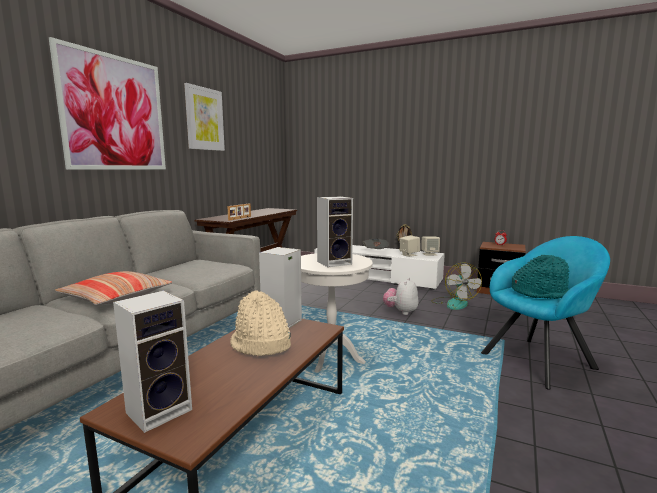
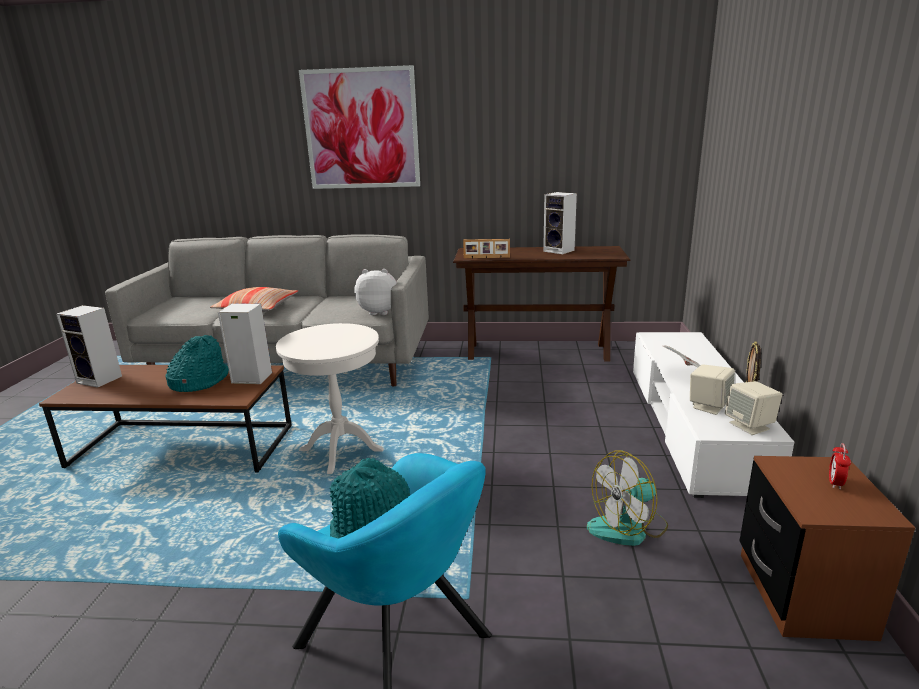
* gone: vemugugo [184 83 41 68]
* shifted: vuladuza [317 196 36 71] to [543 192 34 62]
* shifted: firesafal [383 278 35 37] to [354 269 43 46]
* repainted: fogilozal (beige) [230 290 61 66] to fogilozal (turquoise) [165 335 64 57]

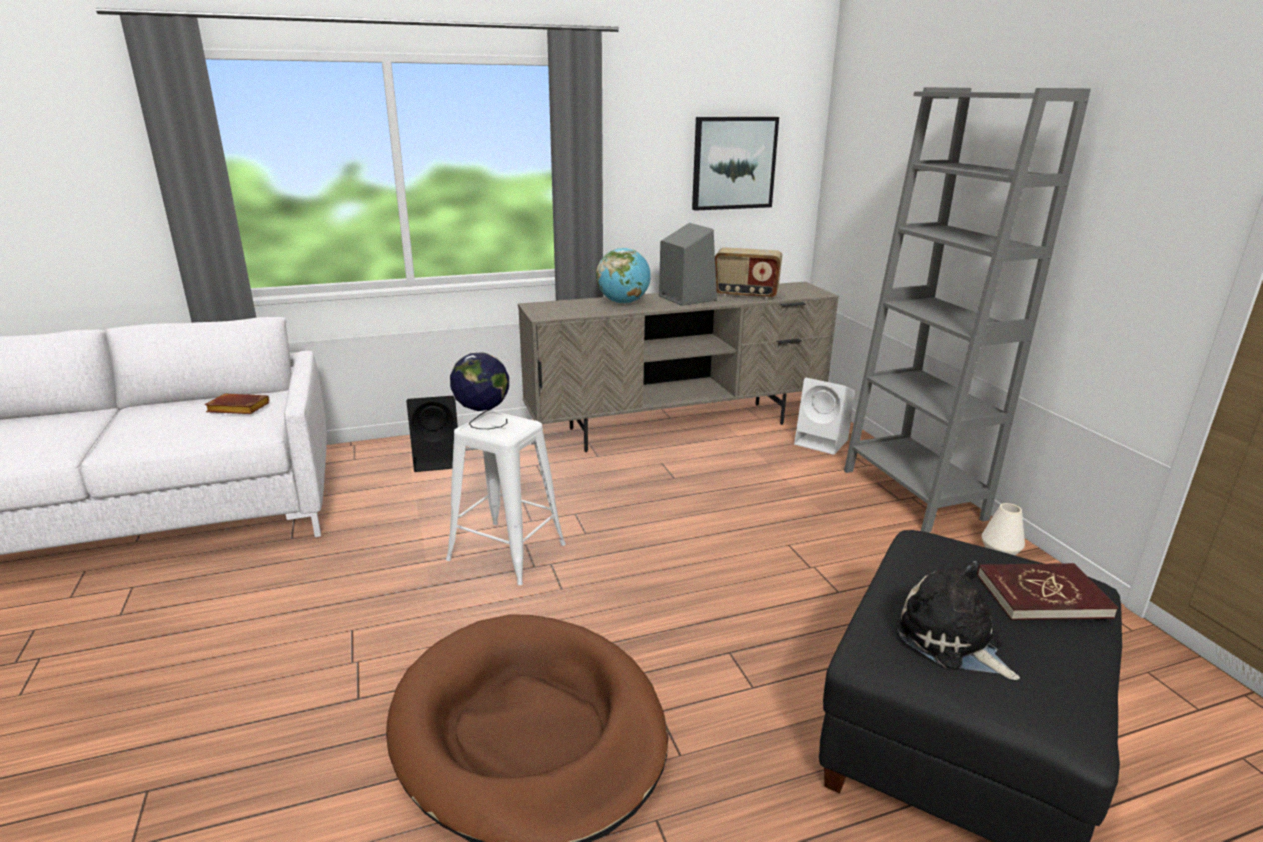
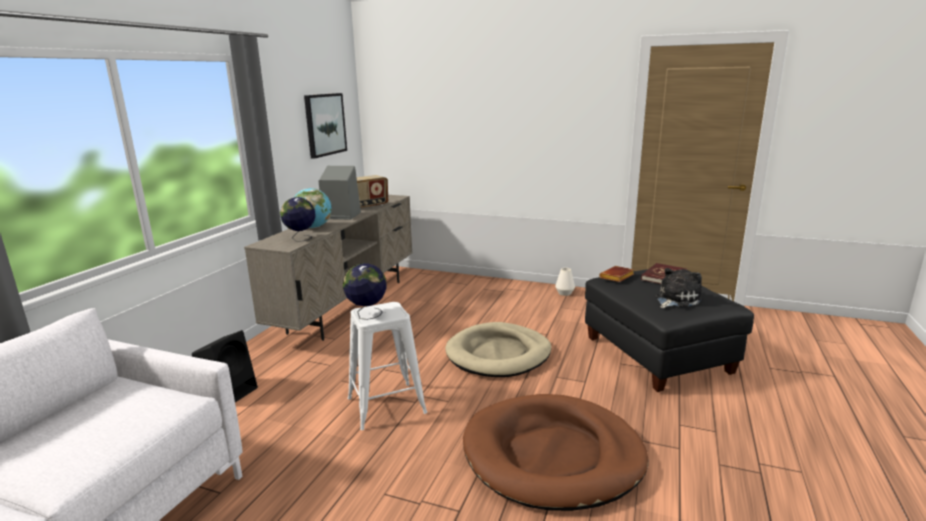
* gone: vuladuza (white) [794 378 61 77]
* gone: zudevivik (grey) [844 87 247 445]
* new: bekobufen [280 197 36 45]
* new: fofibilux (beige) [445 322 107 55]
* shifted: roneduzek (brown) [205 394 65 20] to [599 266 36 16]
* rotated: firesafal [895 560 125 120] = [655 268 47 40] 135 degrees clockwise

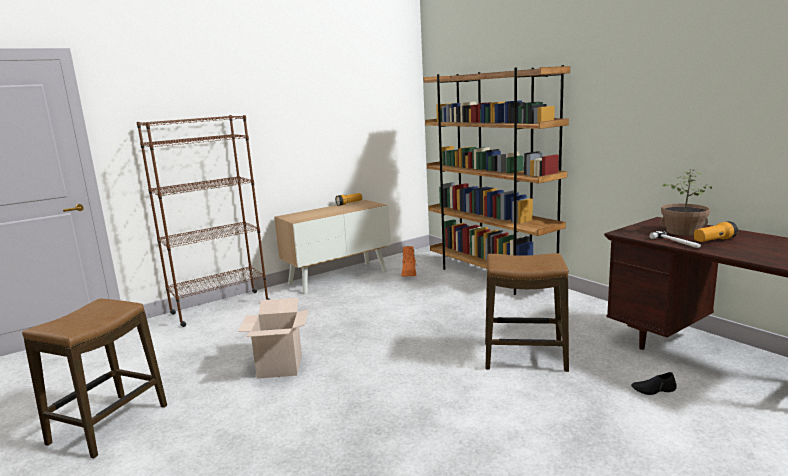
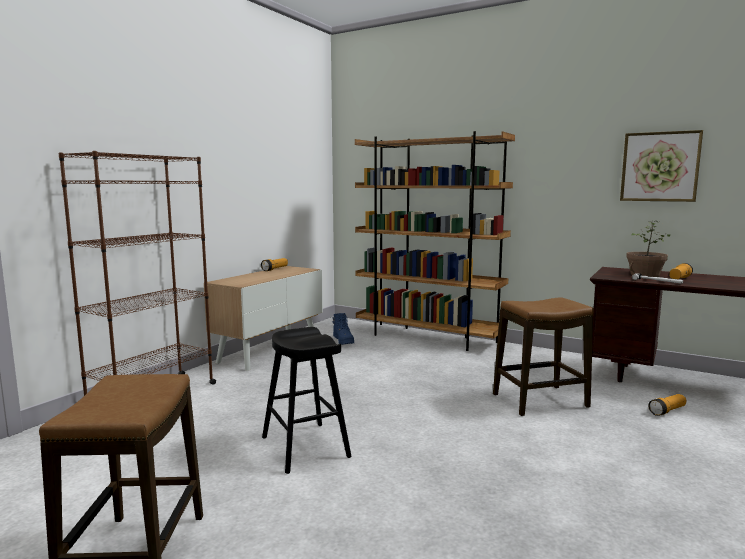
* new: vemugugo [620 130 83 72]
* swapped: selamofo [238 298 71 81] to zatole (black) [262 327 90 147]
* swapped: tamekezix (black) [631 372 46 23] to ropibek [648 394 38 22]
* repainted: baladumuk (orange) [402 246 15 31] to baladumuk (blue) [333 313 21 32]

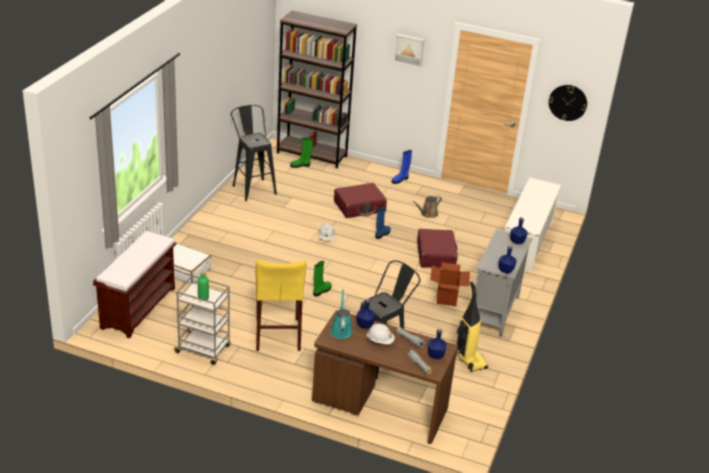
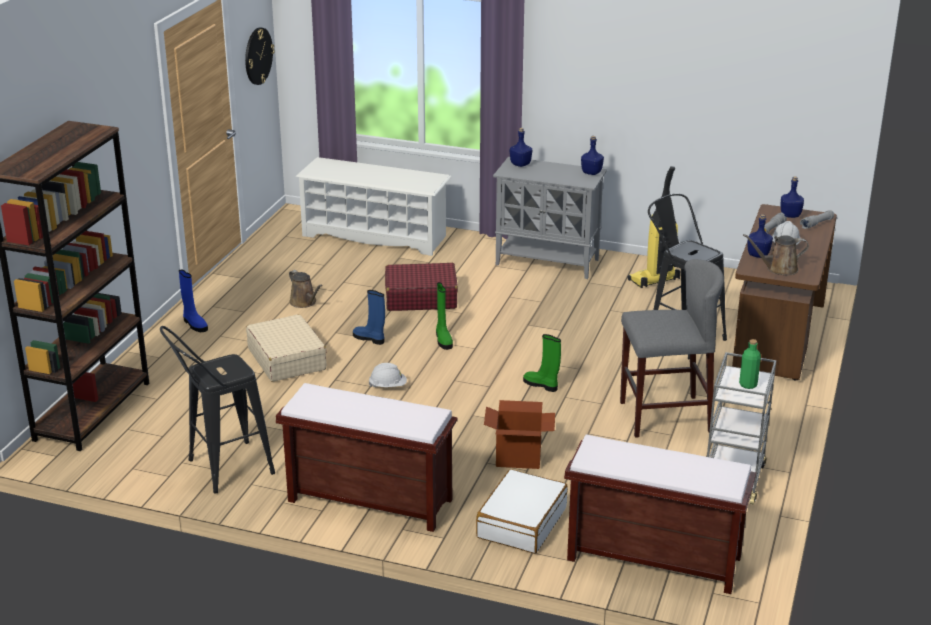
* gone: vemugugo [394 34 31 33]
* new: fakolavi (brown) [276 383 181 149]
* shifted: baladumuk (green) [290 138 23 30] to [436 282 17 68]
* shifted: selamofo [430 263 40 43] to [484 400 71 69]
* repainted: zatole (yellow) [255 260 52 91] to zatole (grey) [620 259 104 179]
* repainted: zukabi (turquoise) [330 290 23 49] to zukabi (brown) [743 234 66 42]
* repainted: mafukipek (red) [334 183 53 35] to mafukipek (beige) [246 314 81 68]

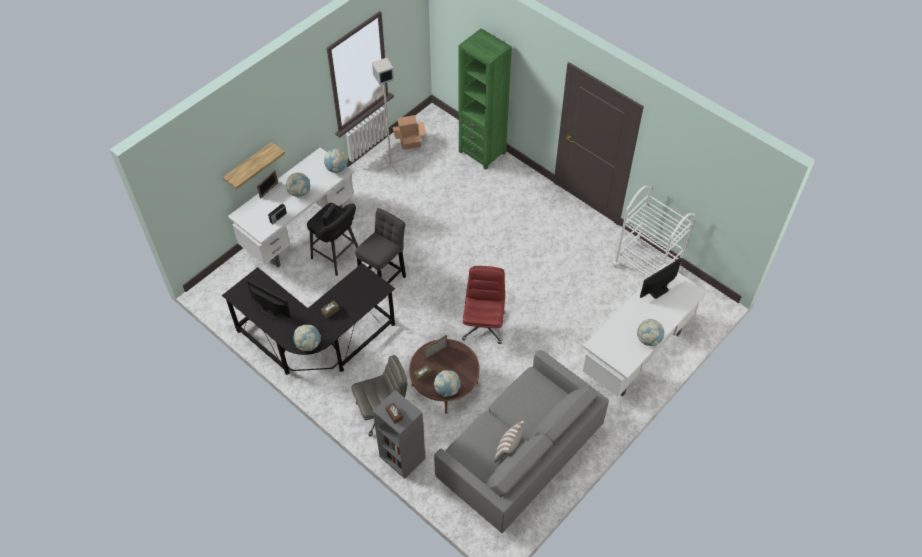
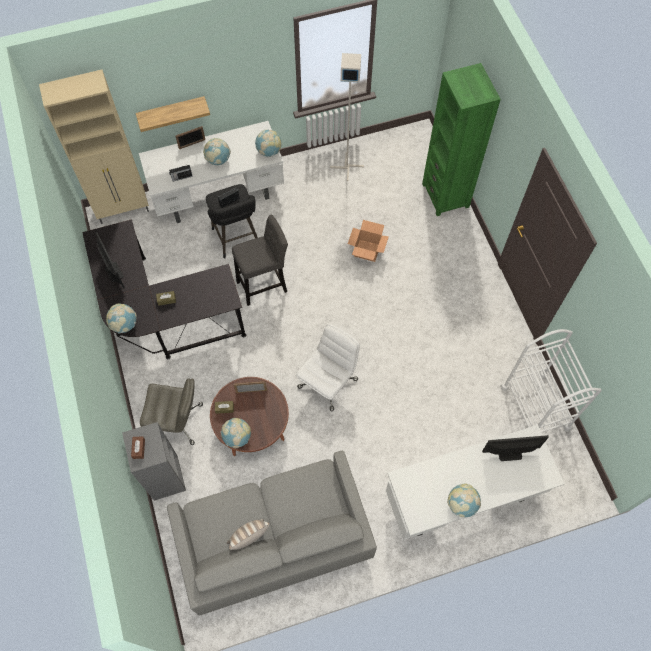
* new: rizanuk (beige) [39 69 110 155]
* shifted: selamofo [393 115 33 35] to [348 220 41 42]
* repainted: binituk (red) [462 266 43 78] to binituk (white) [296 324 64 87]

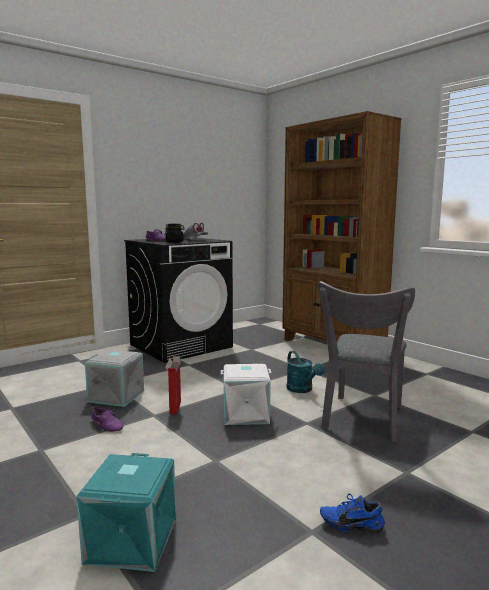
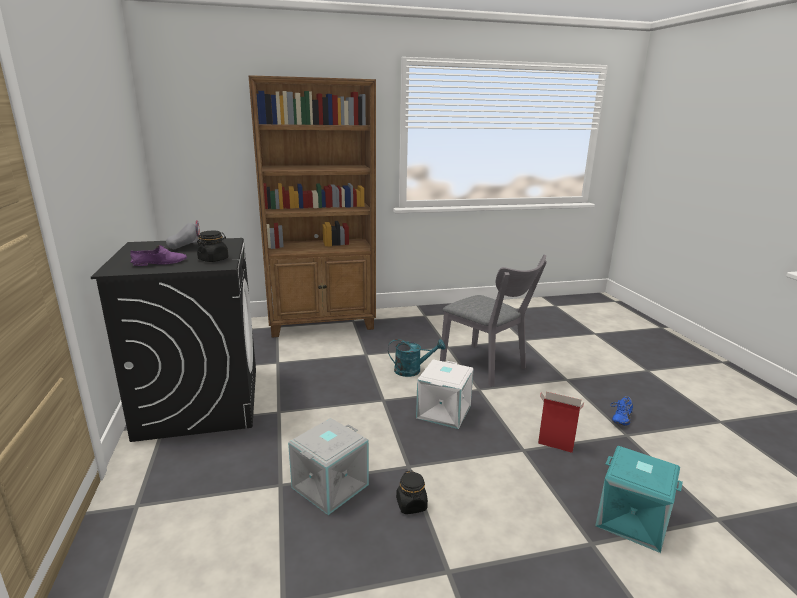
* shifted: selamofo [165 356 17 58] to [538 392 46 61]
* swapped: tamekezix (purple) [91 406 33 26] to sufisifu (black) [396 471 32 43]

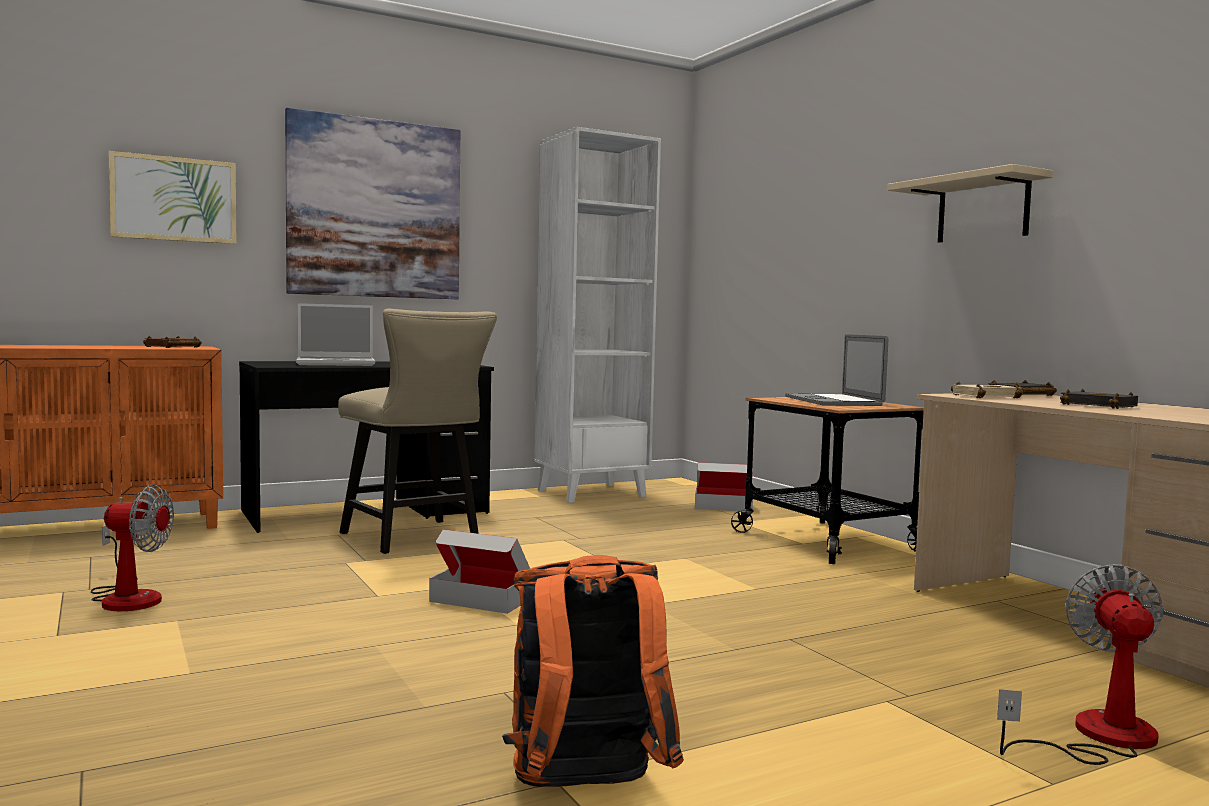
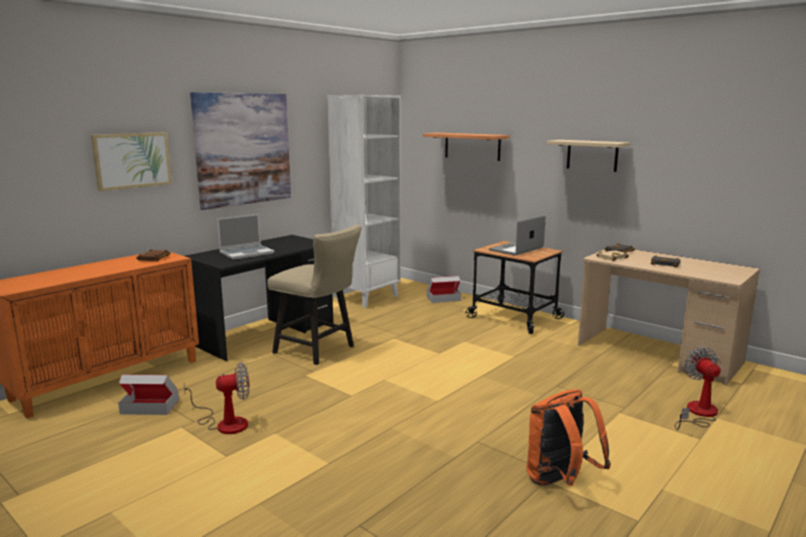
* new: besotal [423 133 86 28]
* shifted: selamofo [429 529 101 85] to [118 375 61 40]
* rotated: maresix [785 334 103 72] = [489 215 57 41] 75 degrees clockwise

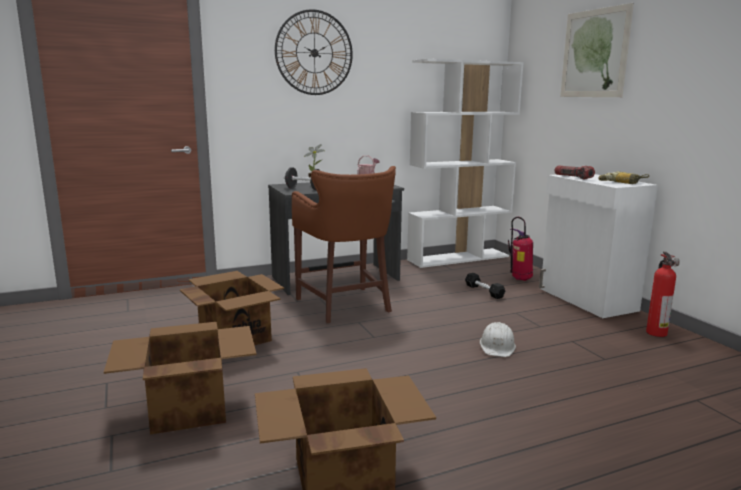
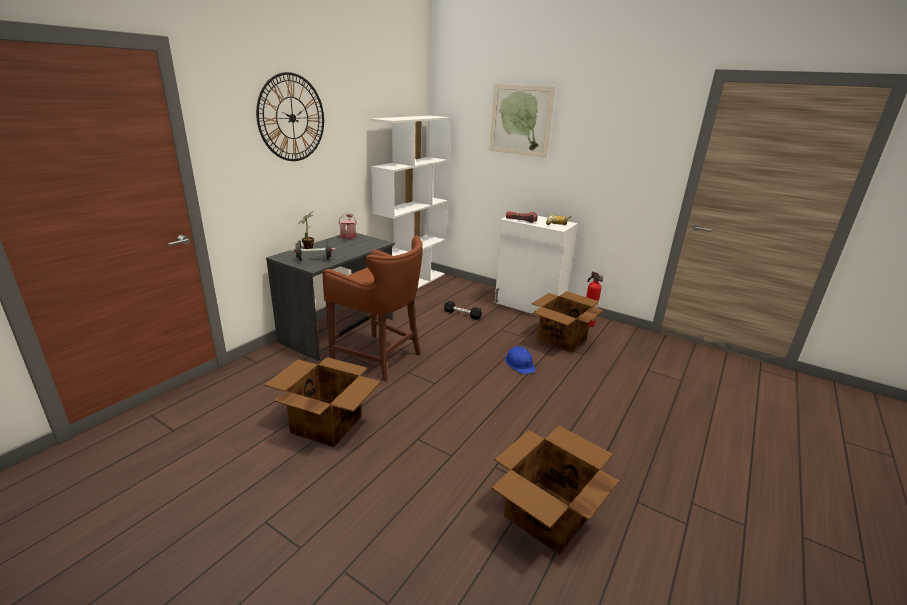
* gone: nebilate [508 217 25 64]
* shifted: selamofo [104 322 153 112] to [532 291 71 61]
* repainted: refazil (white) [480 322 36 35] to refazil (blue) [505 346 31 28]

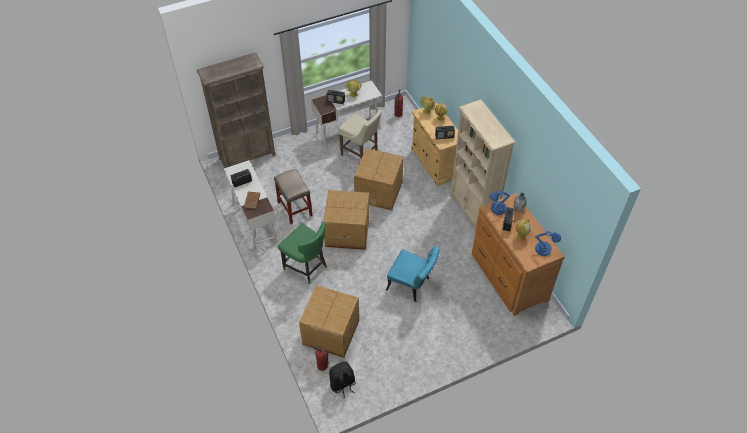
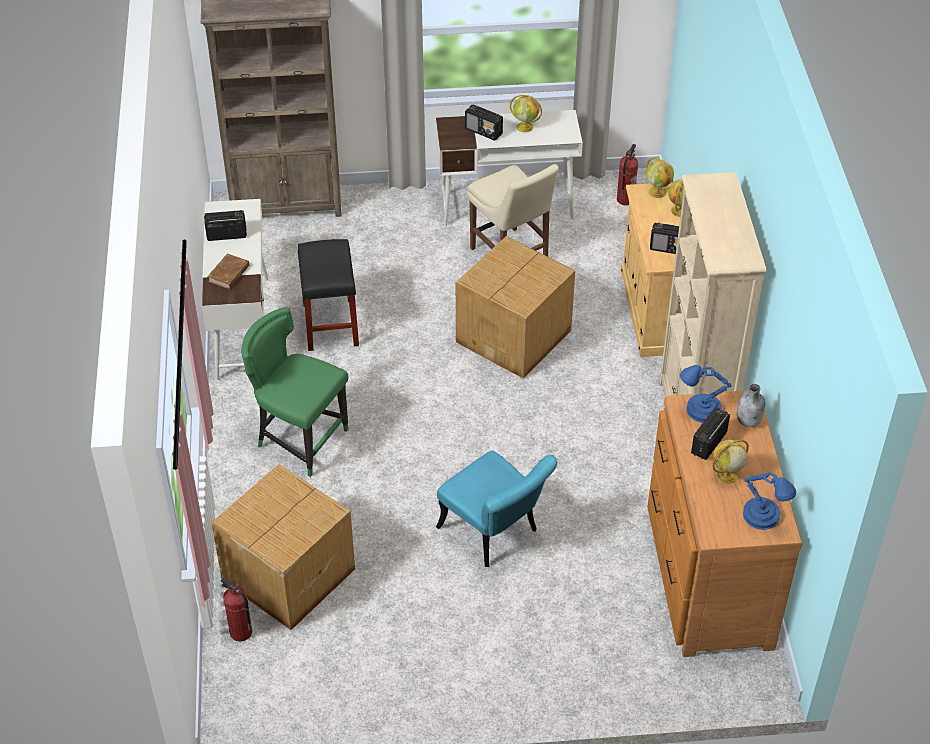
* gone: selamofo [323 190 46 60]
* gone: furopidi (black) [329 361 26 37]
* repainted: zatole (beige) [274 169 39 55] to zatole (black) [298 239 61 112]
* rotated: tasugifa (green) [278 221 49 63] = [241 307 108 170] 150 degrees clockwise

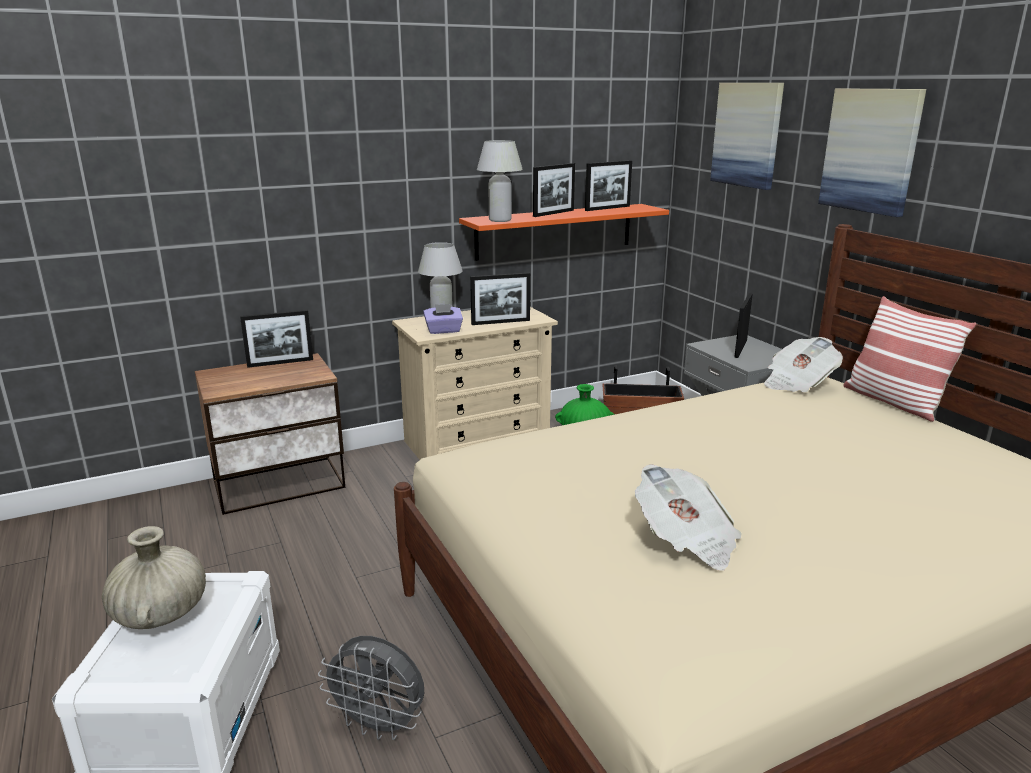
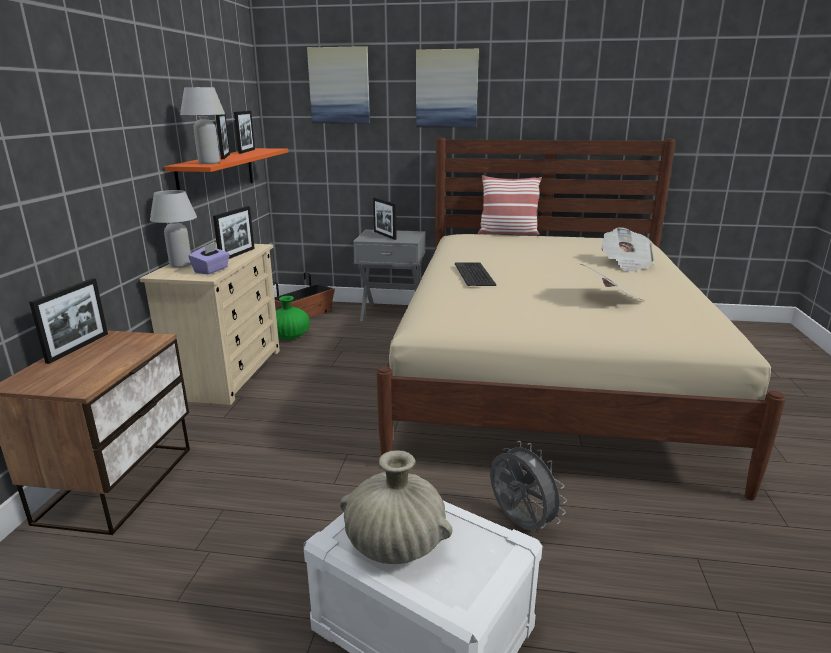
* new: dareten [455 262 41 24]
* shifted: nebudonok [764 337 79 56] to [601 228 53 44]
* rotated: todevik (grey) [318 636 106 104] = [490 441 77 89] 90 degrees counterclockwise

